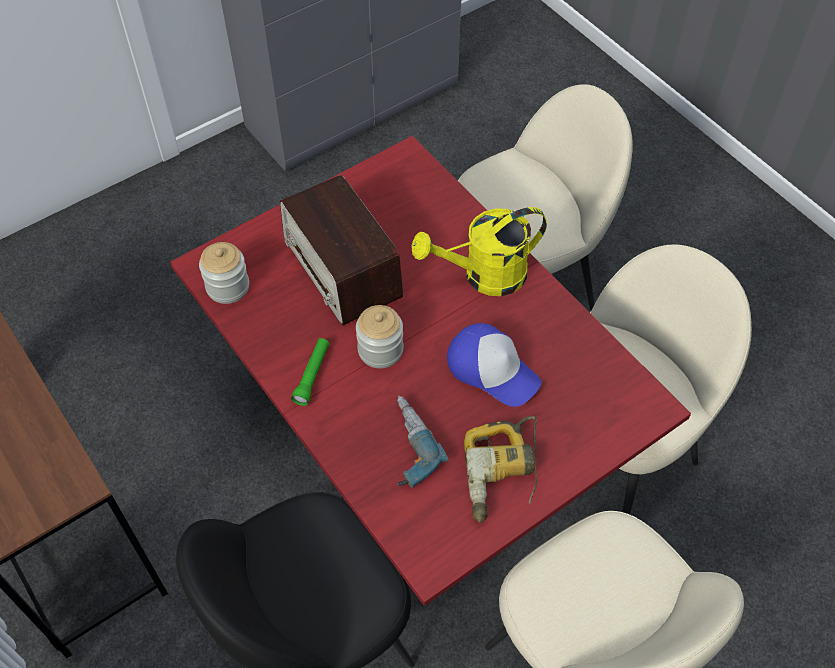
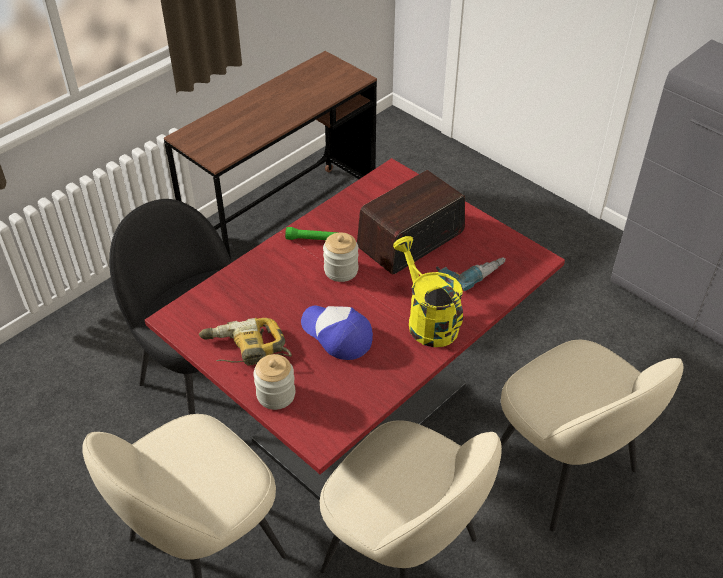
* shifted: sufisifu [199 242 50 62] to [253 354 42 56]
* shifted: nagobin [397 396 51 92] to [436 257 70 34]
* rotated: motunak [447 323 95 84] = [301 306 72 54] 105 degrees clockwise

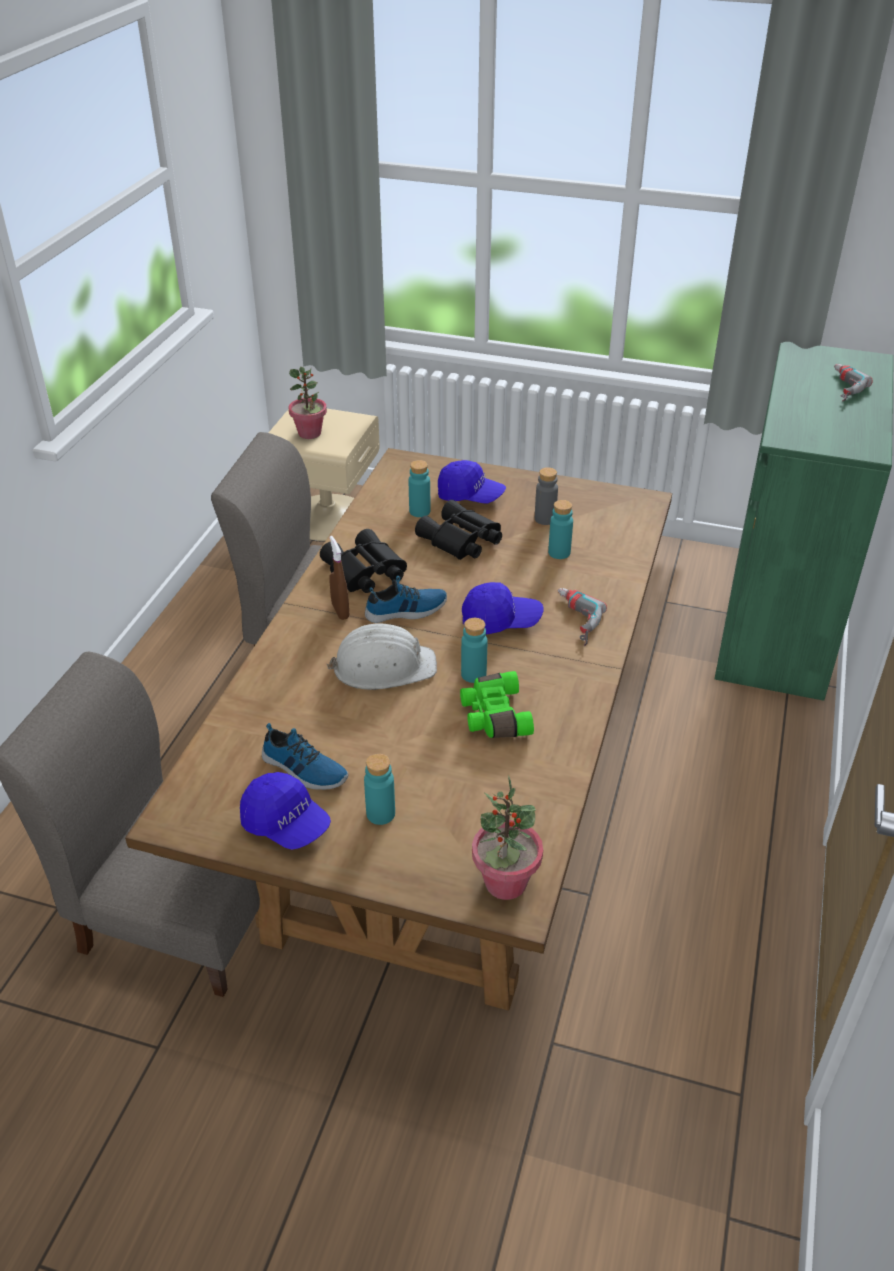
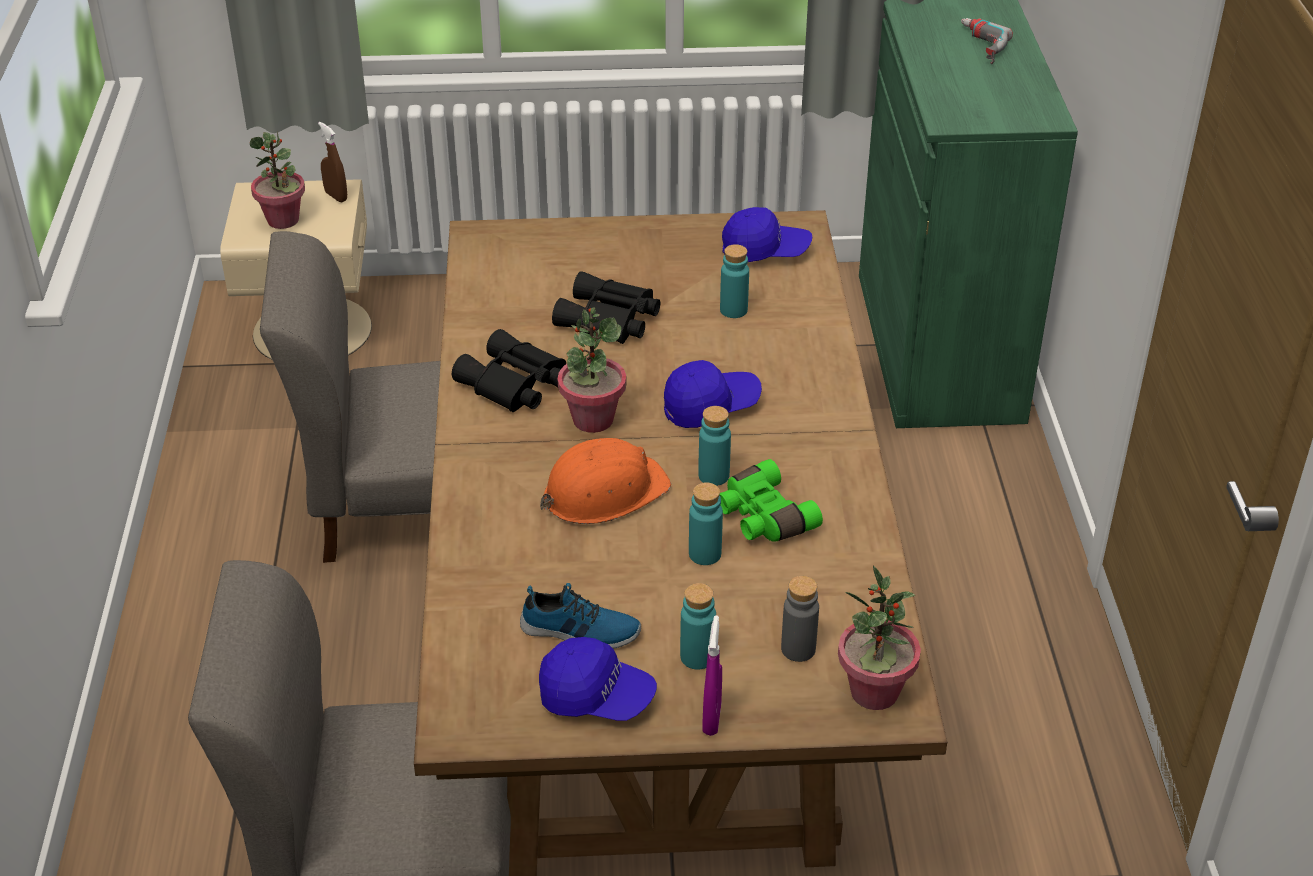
* gone: nagobin [558 588 49 58]
* new: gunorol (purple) [702 615 20 121]
* shifted: gunorol (brown) [329 536 20 84] to [318 122 29 80]
* shifted: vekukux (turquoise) [409 460 21 57] to [689 482 34 83]
* shifted: motunak (blue) [438 460 68 43] to [722 207 90 55]
* shifted: vekukux (grey) [535 467 23 58] to [781 576 38 86]
* swapped: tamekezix [365 576 82 47] to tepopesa [558 307 69 126]
* repainted: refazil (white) [326 623 111 67] to refazil (orange) [540 438 131 86]

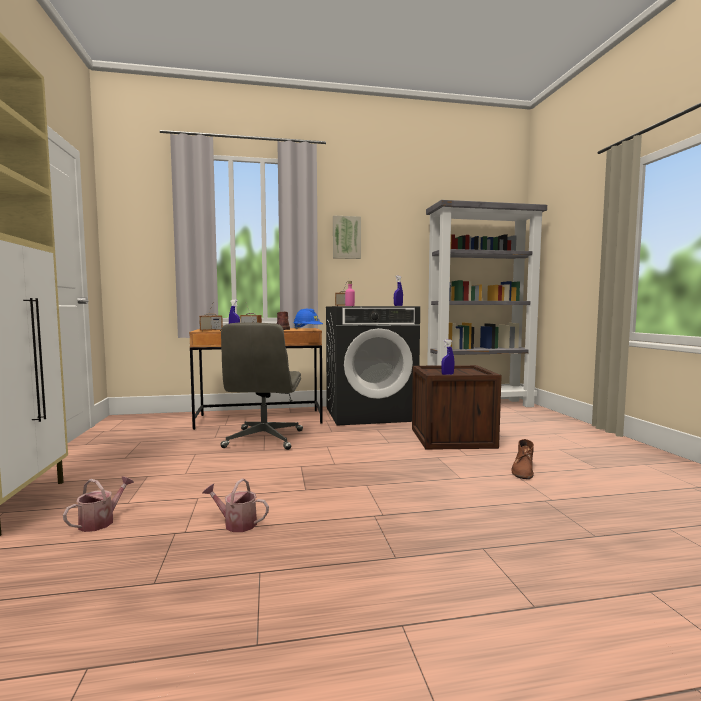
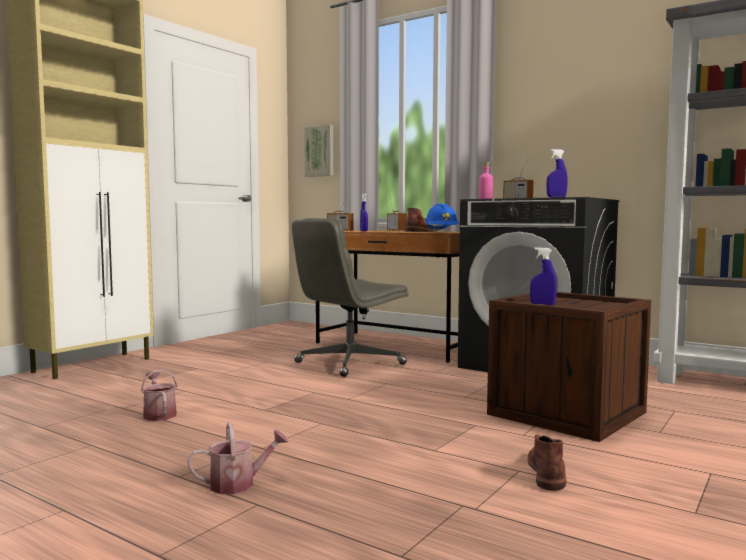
* shifted: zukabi [63 476 71 56] to [187 422 102 72]
* shifted: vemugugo [333 216 28 43] to [304 125 29 52]
* rotated: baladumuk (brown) [511 439 23 40] = [528 435 38 56] 120 degrees clockwise

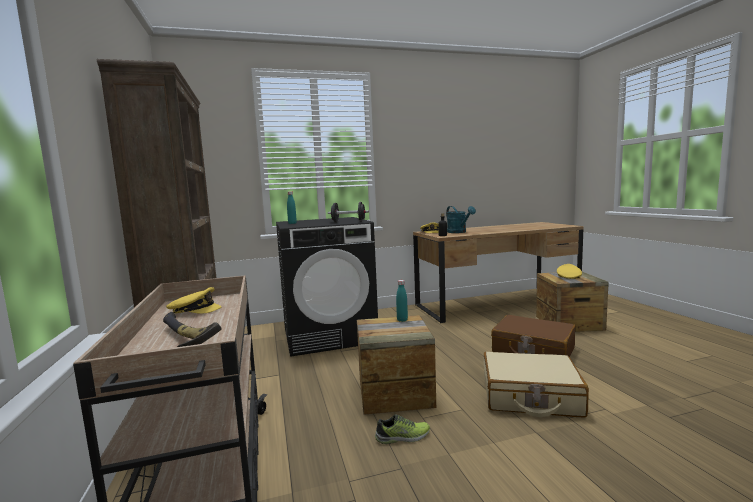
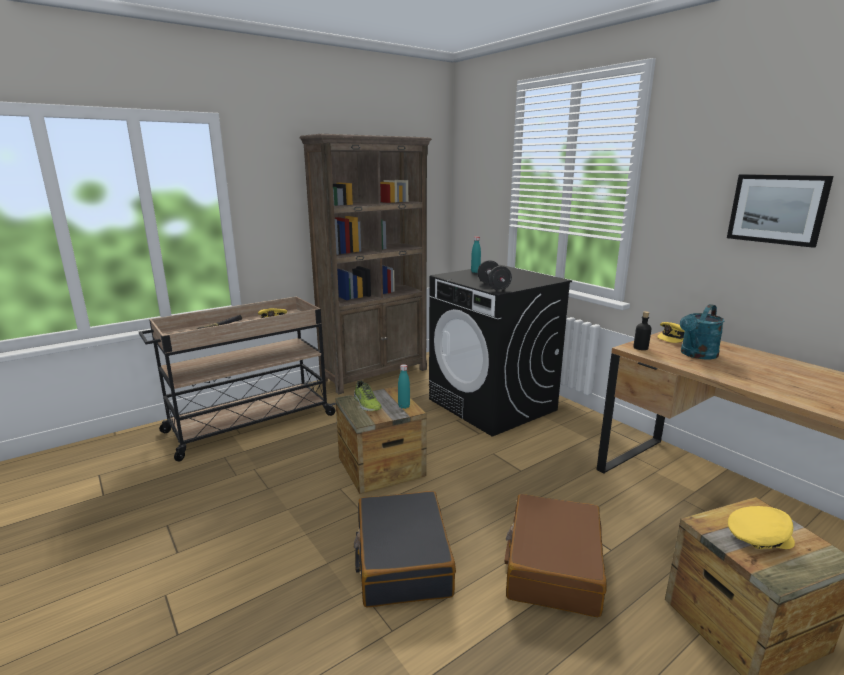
* new: vemugugo [727 174 107 74]
* shifted: tamekezix [375 414 55 30] to [354 381 28 30]
* repainted: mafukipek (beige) [484 352 105 66] to mafukipek (black) [354 491 102 117]

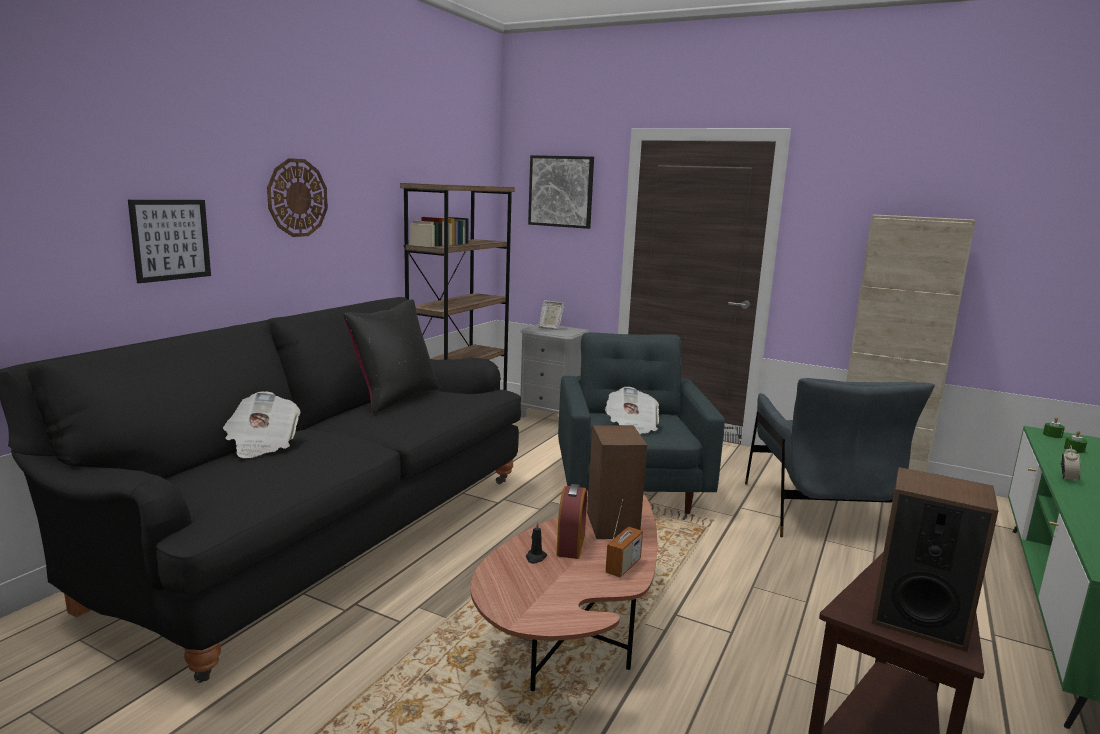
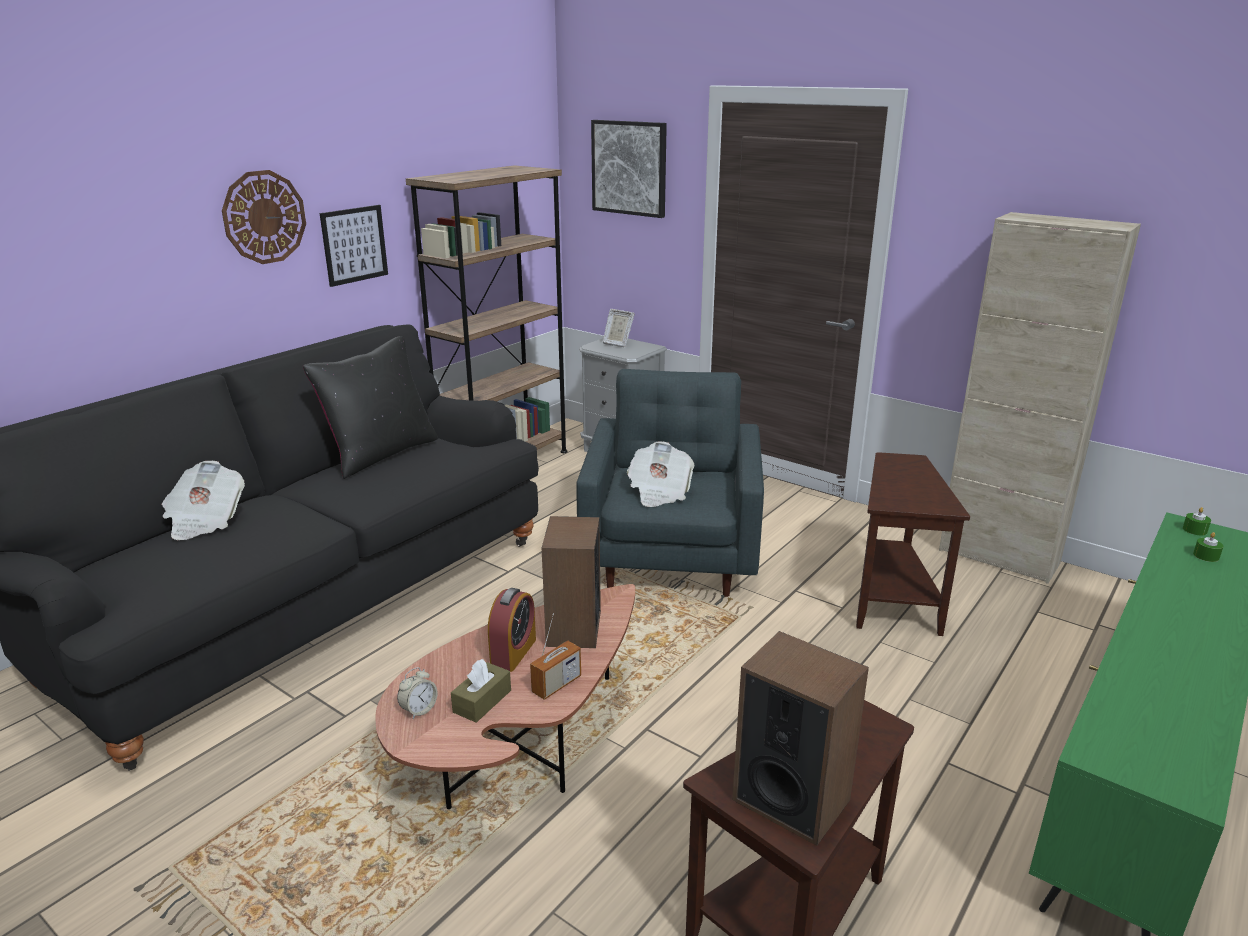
* gone: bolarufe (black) [526 521 21 43]
* new: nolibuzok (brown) [451 659 60 64]
* shifted: vemugugo [128 200 83 83] to [320 205 68 82]
* shifted: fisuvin [1061 445 20 38] to [397 667 41 52]
* swapped: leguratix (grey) [745 378 190 159] to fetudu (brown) [856 452 114 184]

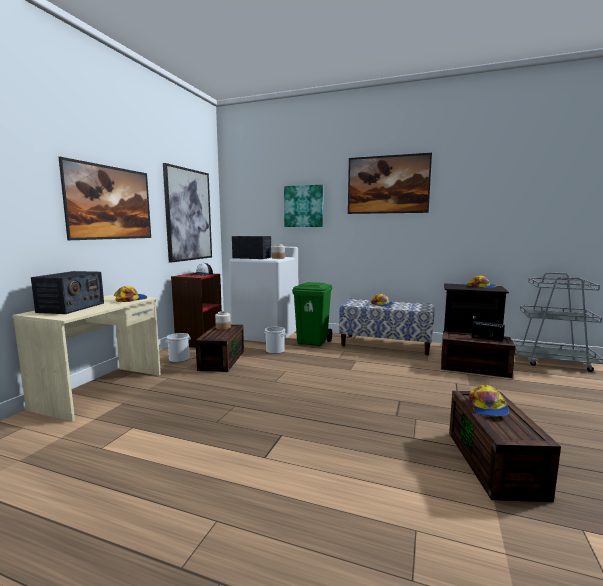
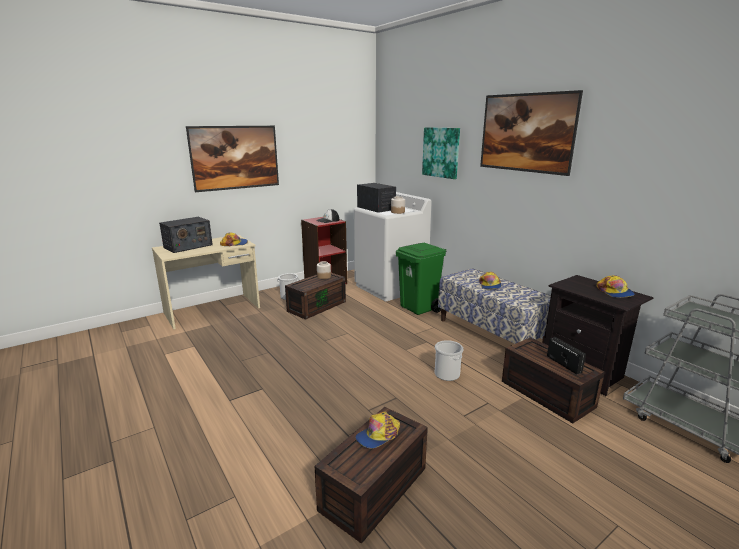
* gone: vemugugo [163 163 49 100]
* shifted: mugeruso [264 327 22 27] to [435 340 29 41]

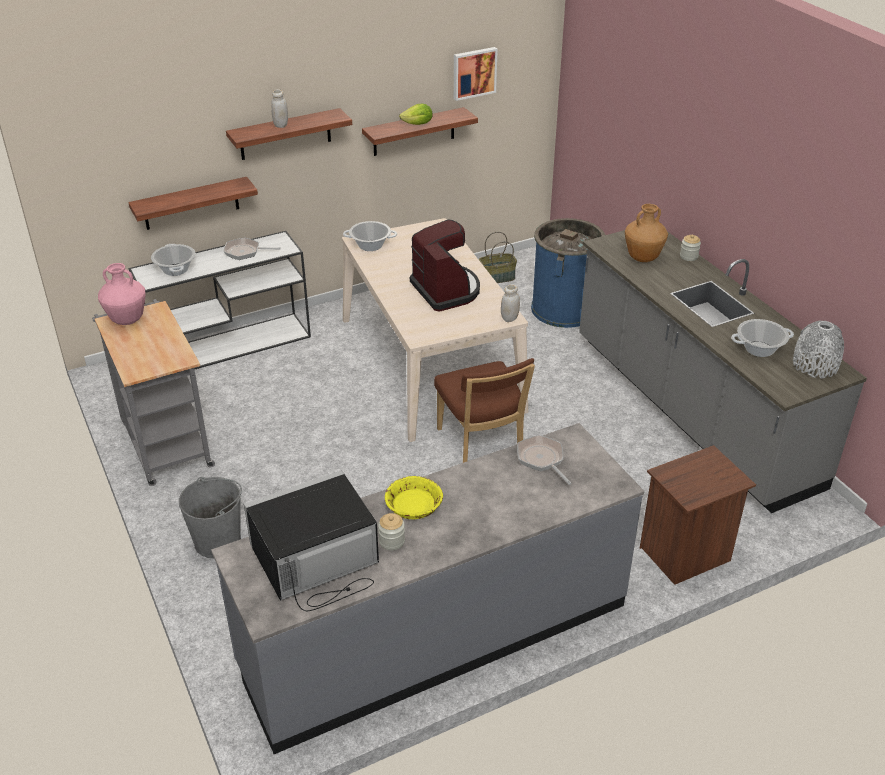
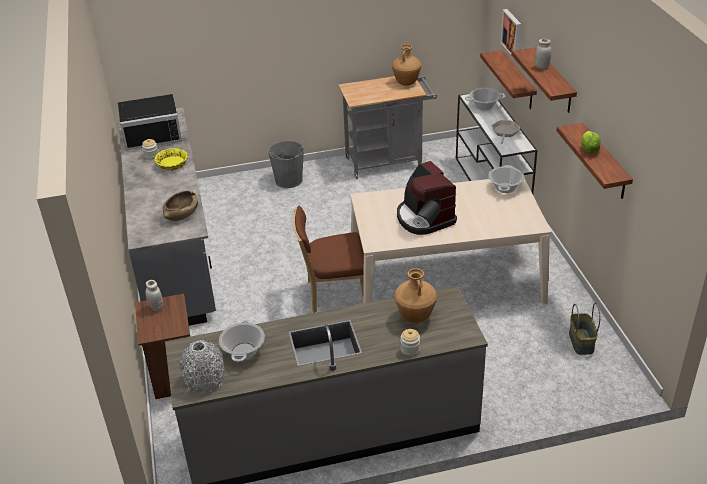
* gone: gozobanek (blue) [531 218 74 110]
* shifted: vemugugo [454 47 44 54] to [501 9 20 48]
* shifted: sufisifu (white) [501 284 19 38] to [146 280 17 31]
* swapped: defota [517 435 55 50] to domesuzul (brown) [163 190 35 31]
* repainted: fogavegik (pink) [98 263 47 62] to fogavegik (brown) [392 44 29 41]
* rotated: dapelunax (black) [244 470 135 141] = [118 94 64 56] 90 degrees clockwise
* rotated: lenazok [410 219 70 93] = [397 161 60 74] 75 degrees clockwise

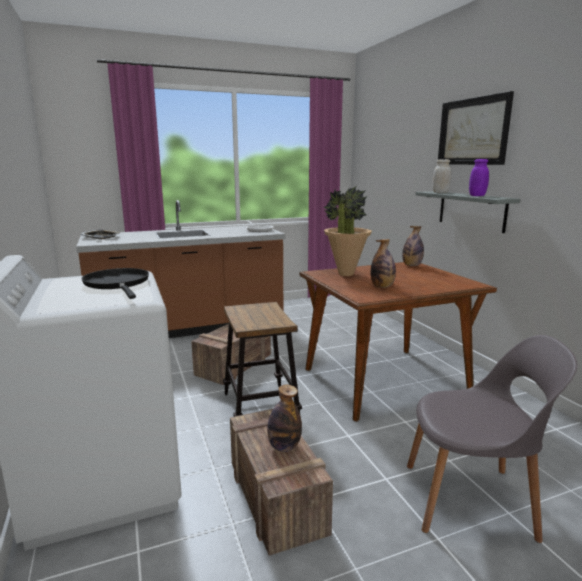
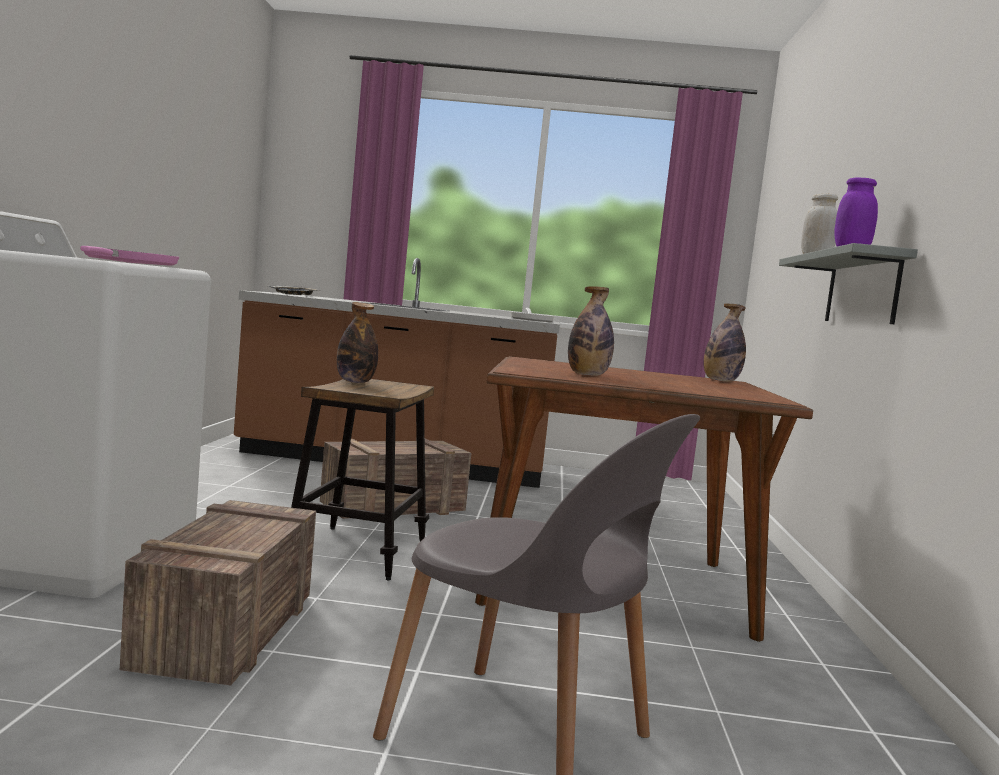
* gone: tepopesa [324 186 48 90]
* gone: vemugugo [438 91 76 74]
* shifted: vekukux [267 385 35 67] to [337 302 41 81]
* repainted: defota (black) [81 268 68 31] to defota (pink) [80 246 99 20]

